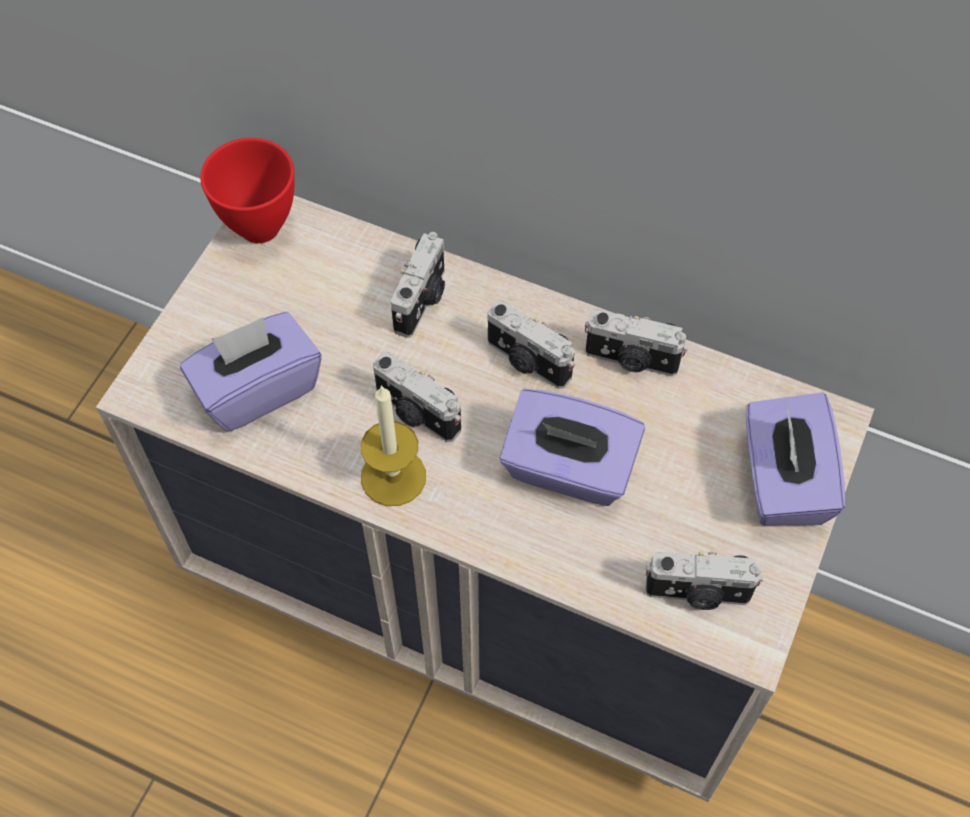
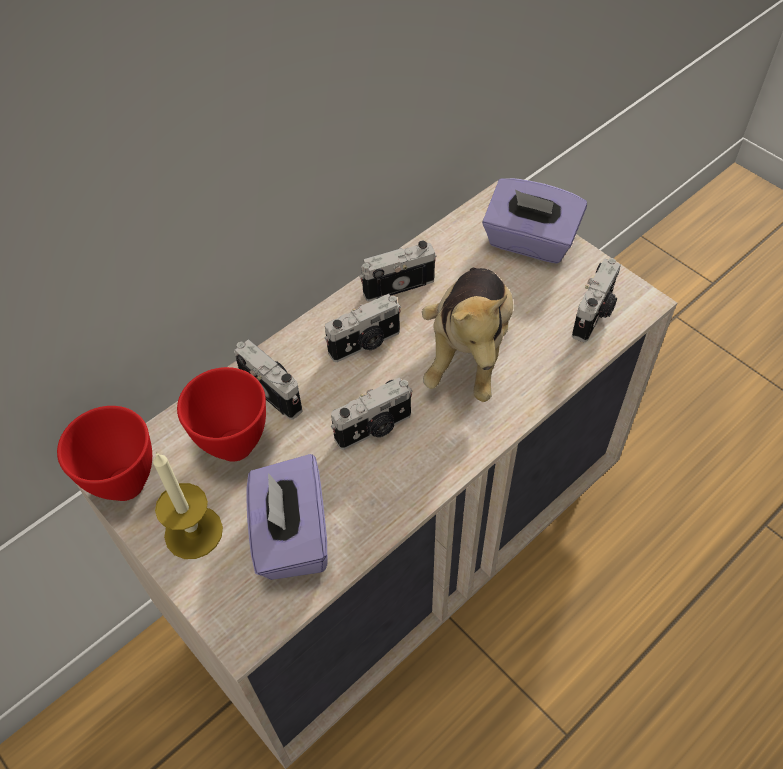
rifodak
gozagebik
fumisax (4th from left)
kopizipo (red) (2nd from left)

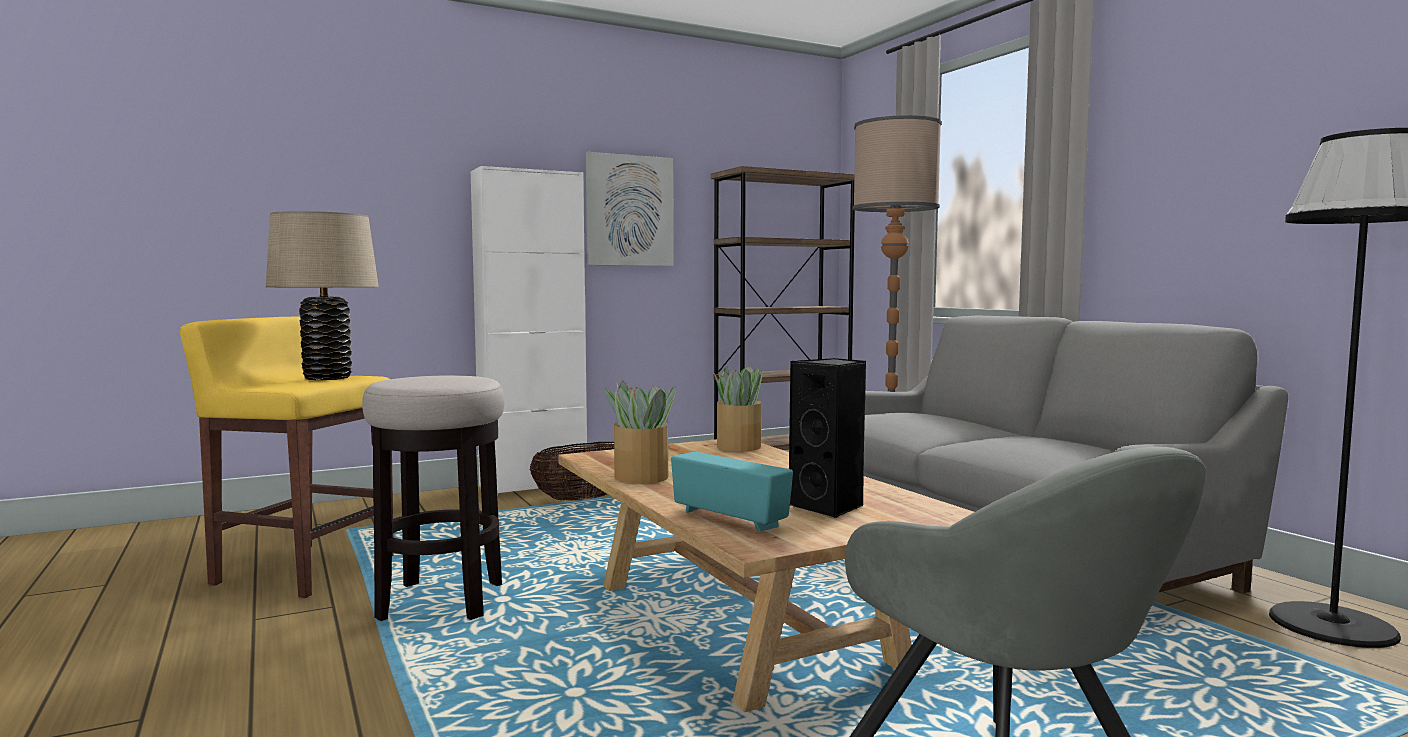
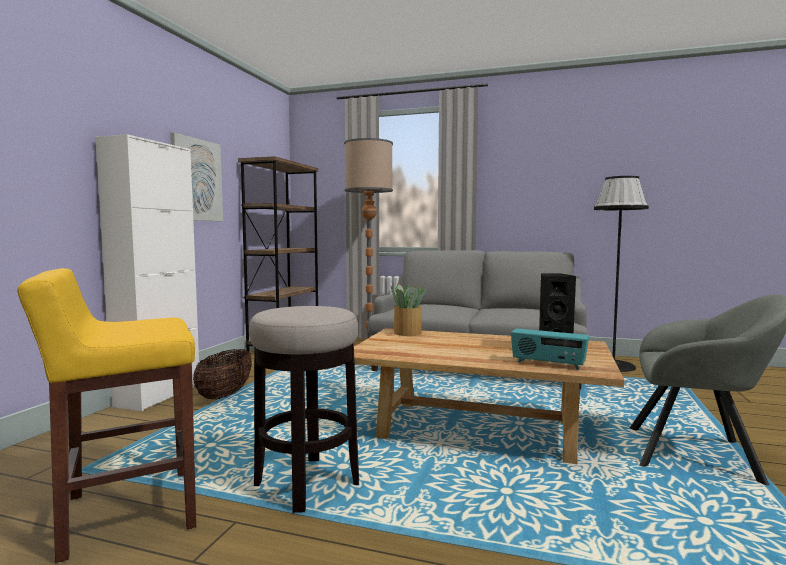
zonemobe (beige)
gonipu (1st from left in the first image)
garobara

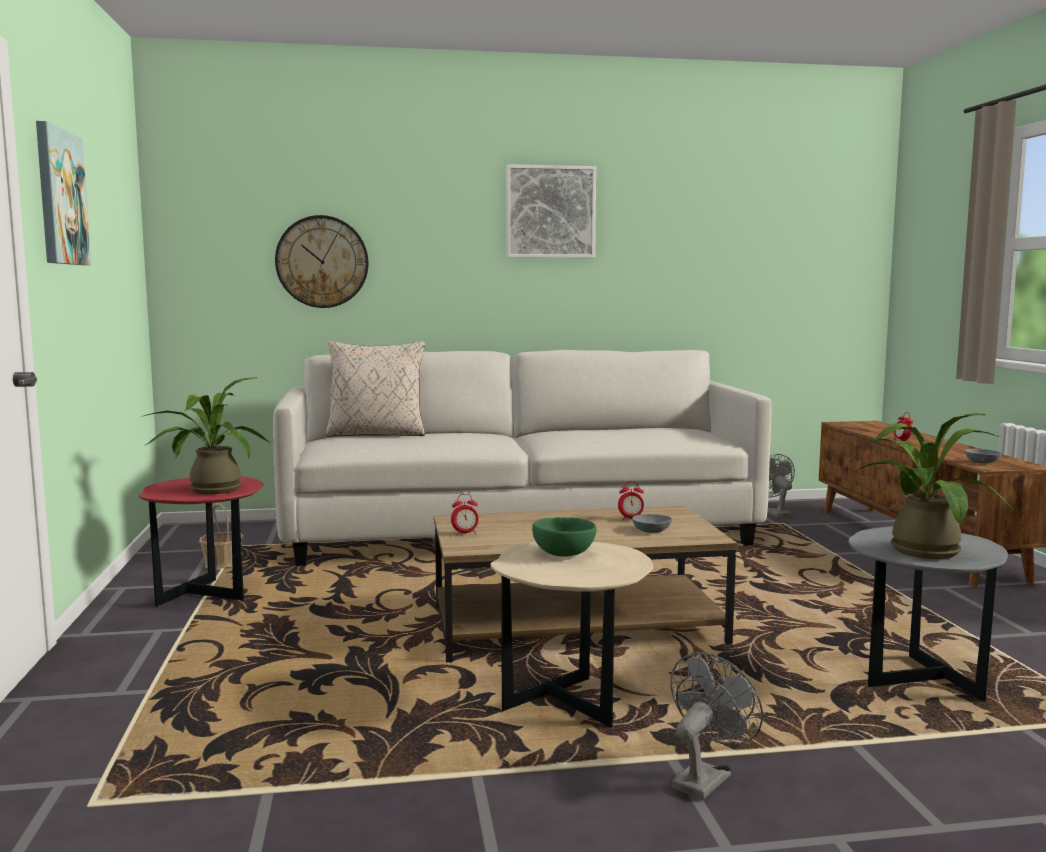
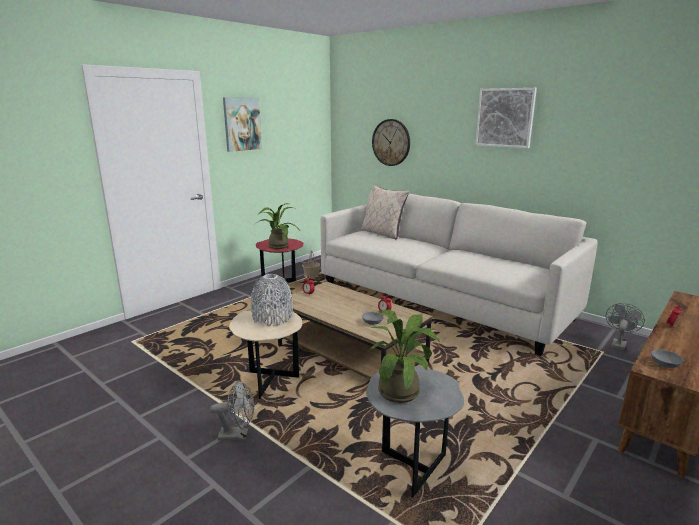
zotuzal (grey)

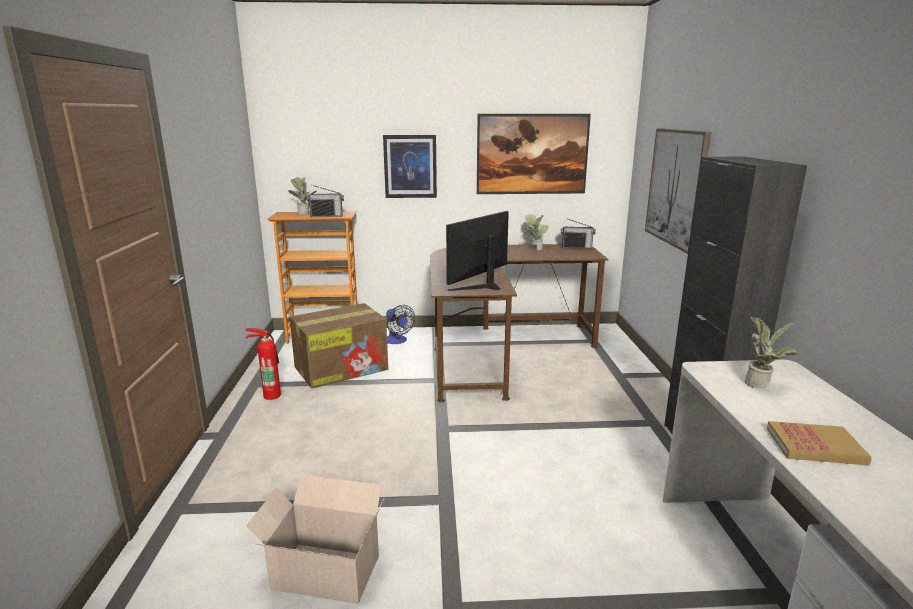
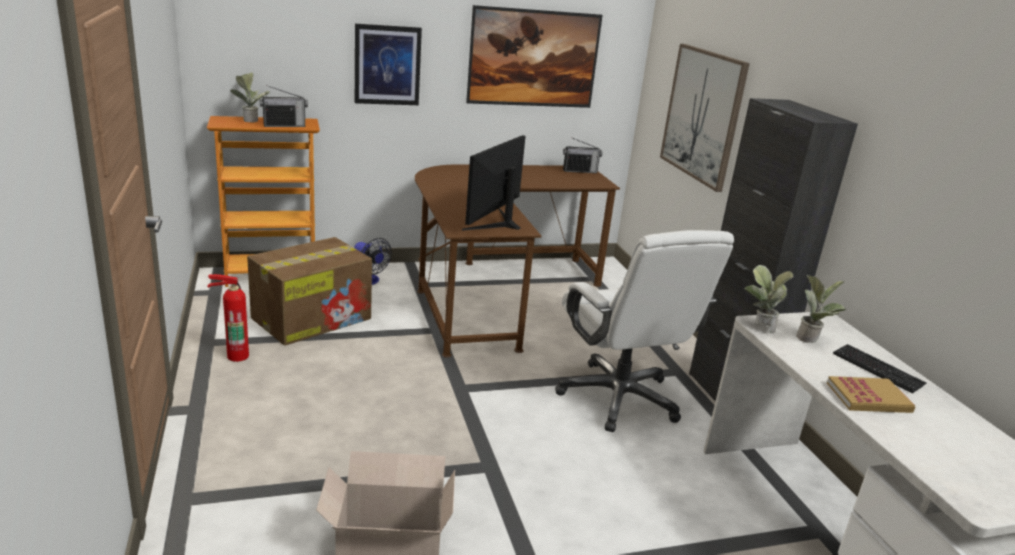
gonipu (2nd from left)
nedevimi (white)
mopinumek

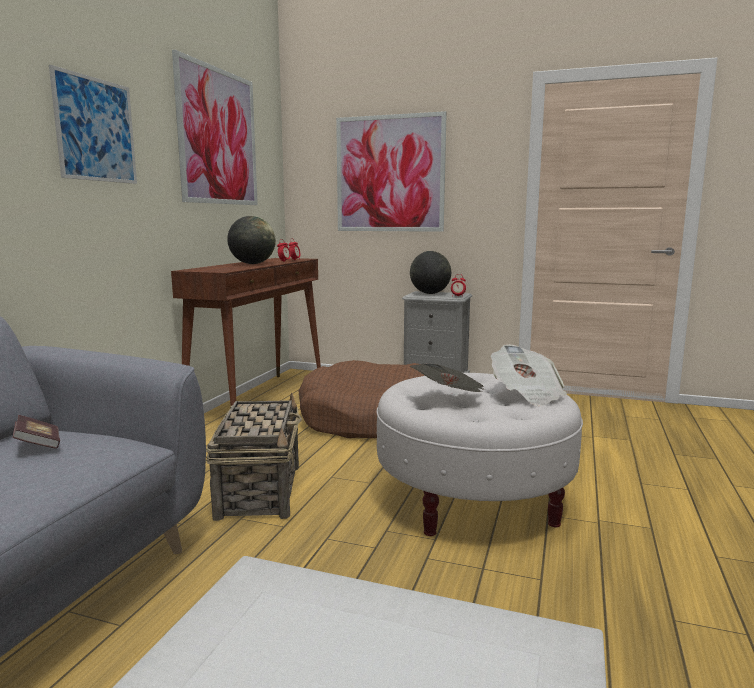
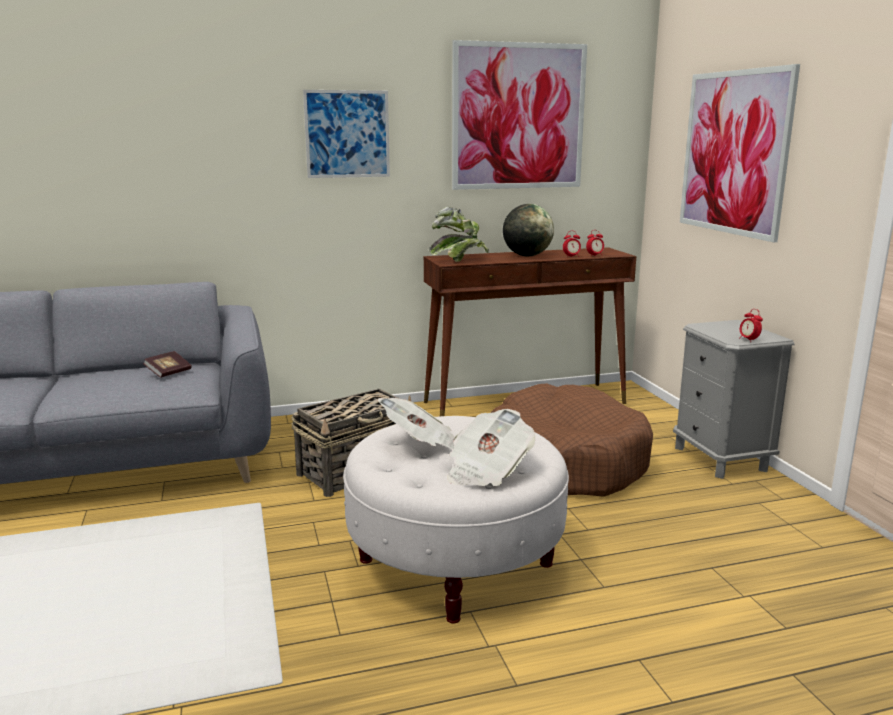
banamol (2nd from left in the first image)
gonipu

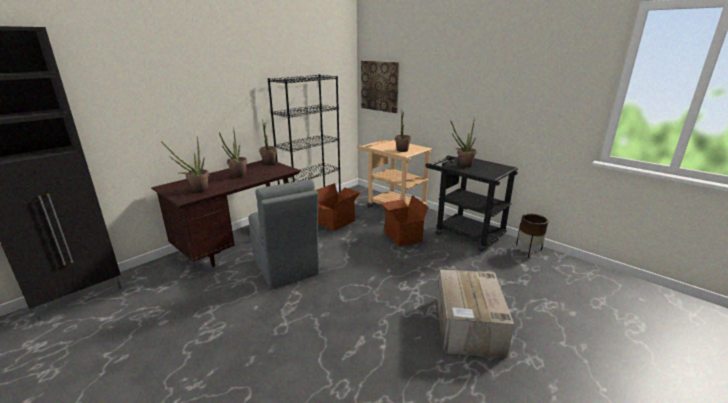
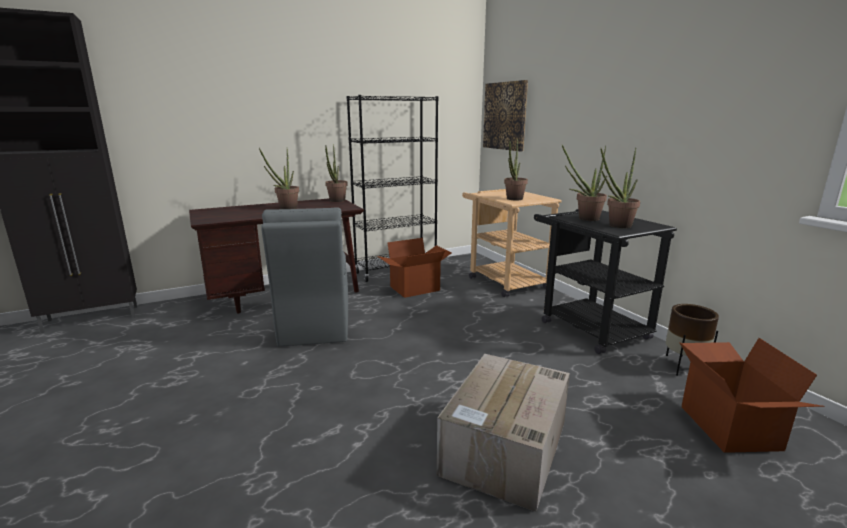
gonipu (5th from left)
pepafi (3rd from left)

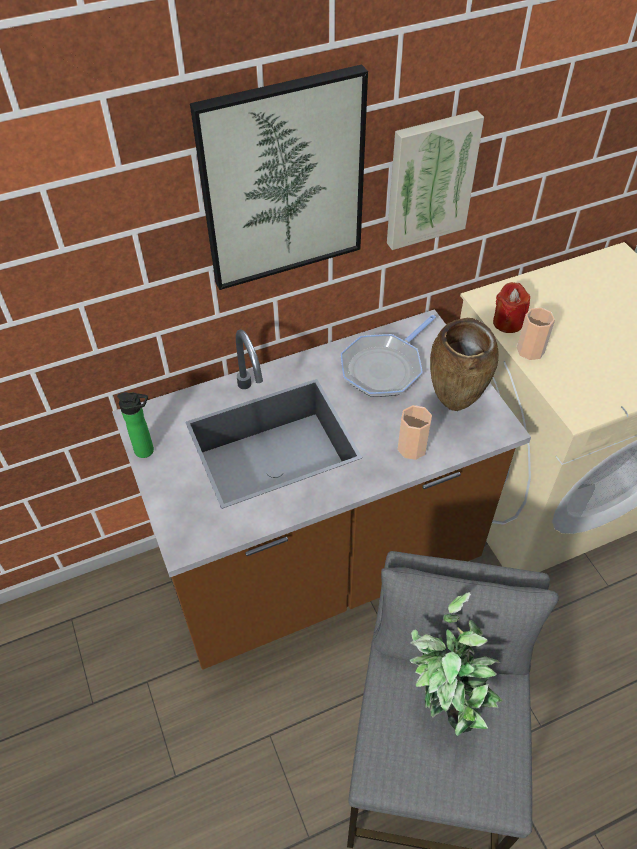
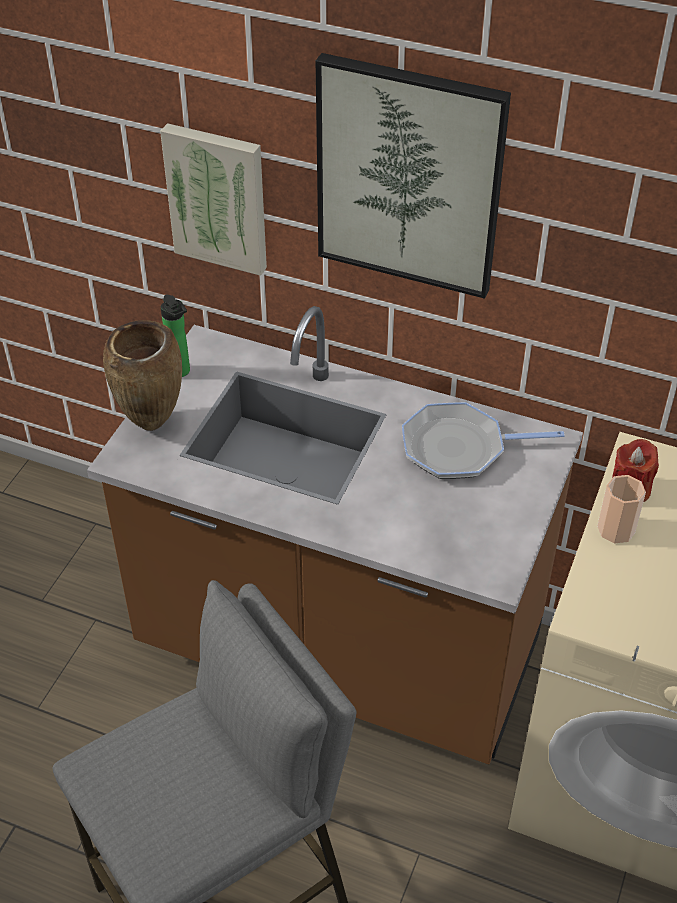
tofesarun (1st from left)
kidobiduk (1st from left in the first image)
gonipu
zotuzal (brown)

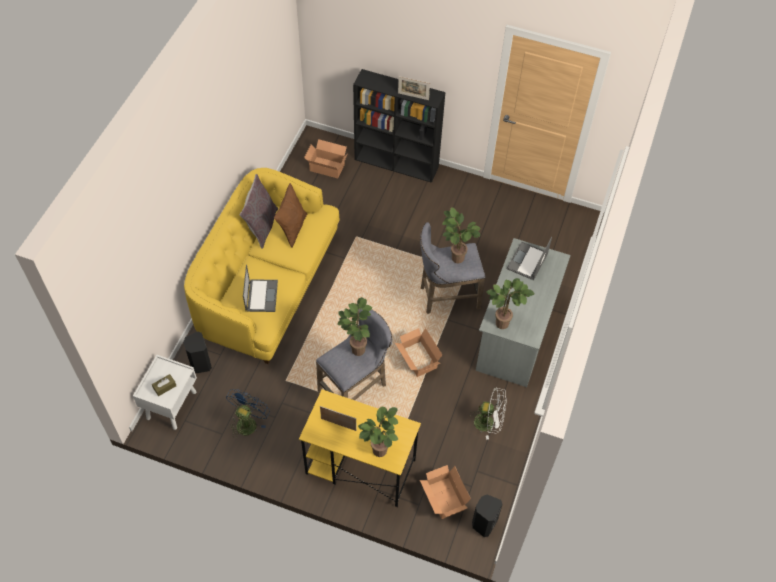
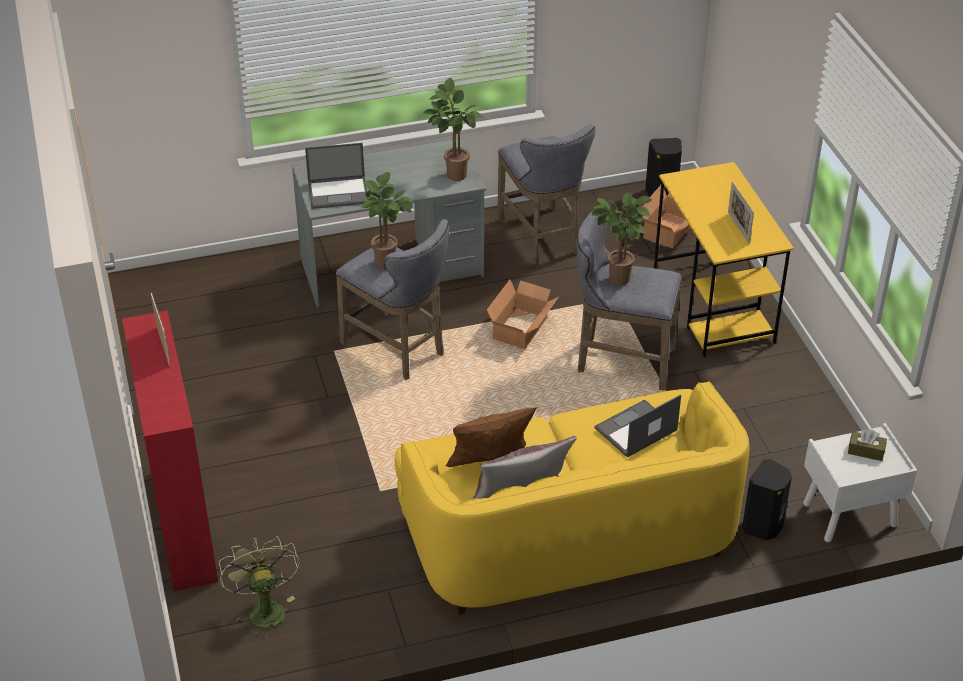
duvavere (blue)
duvavere (green)
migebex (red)
gonipu (2nd from left in the first image)
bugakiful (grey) (2nd from left)

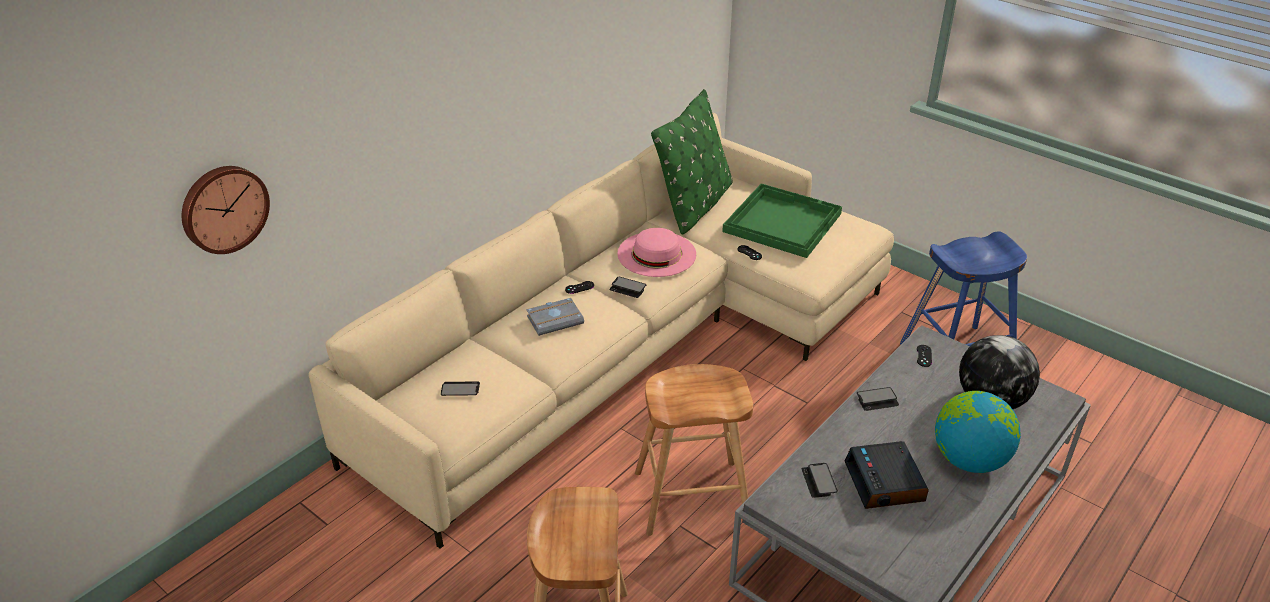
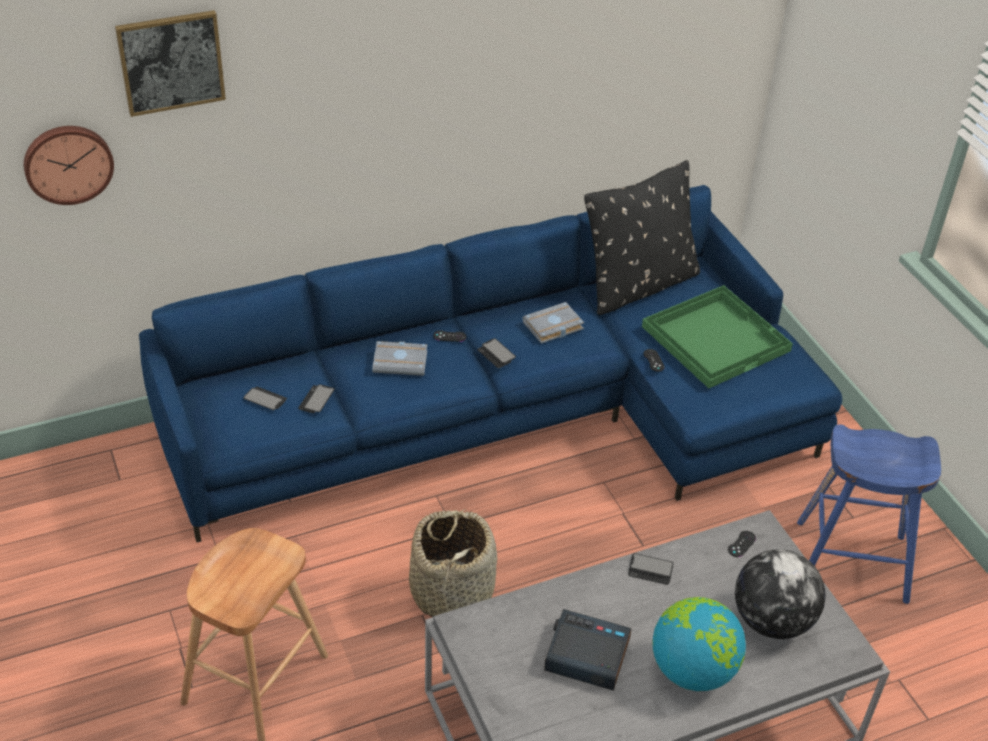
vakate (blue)
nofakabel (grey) (2nd from left)
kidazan
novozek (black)
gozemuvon (2nd from left)
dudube
tofesarun

